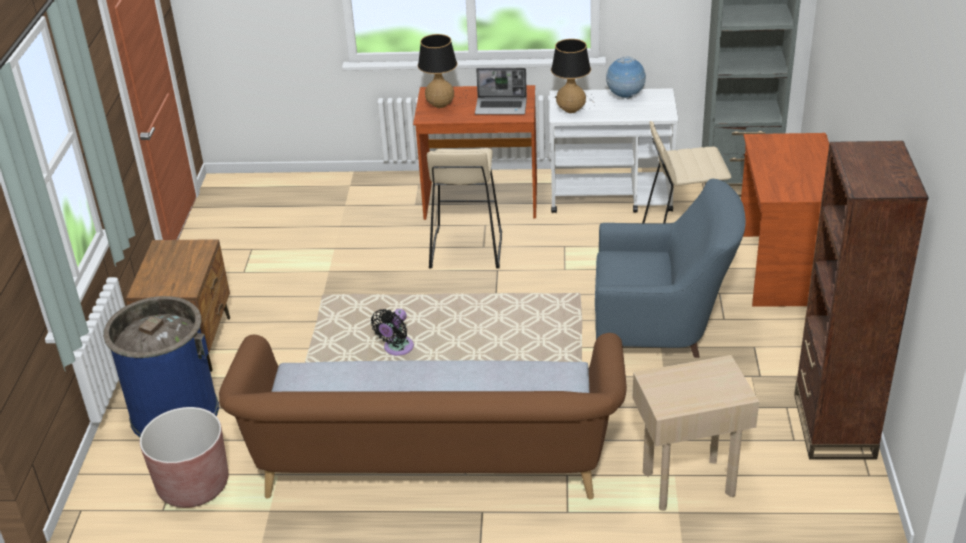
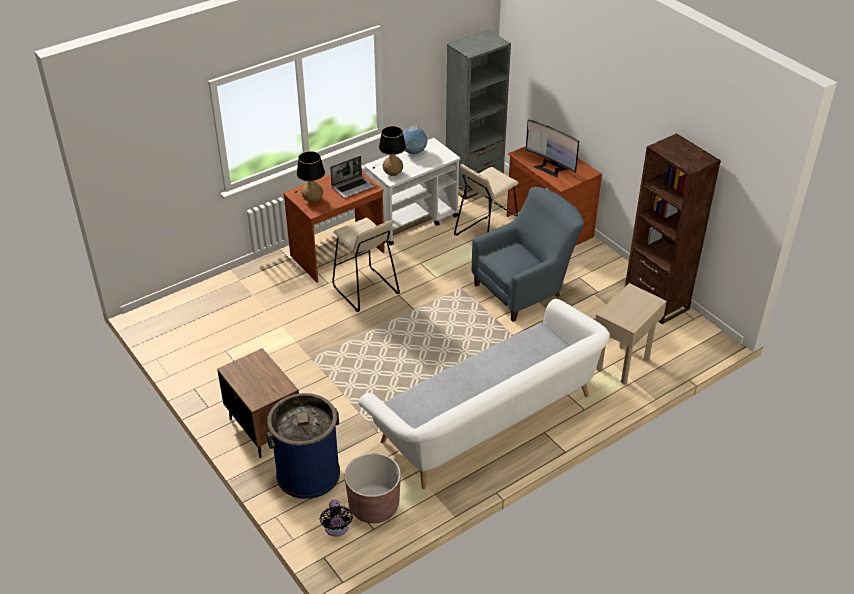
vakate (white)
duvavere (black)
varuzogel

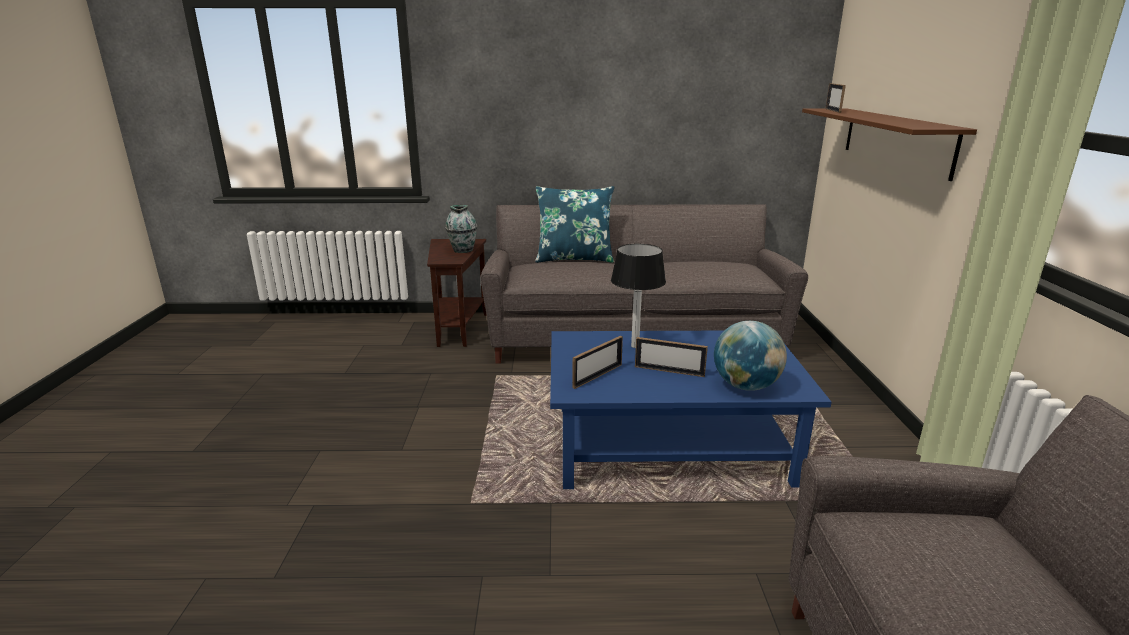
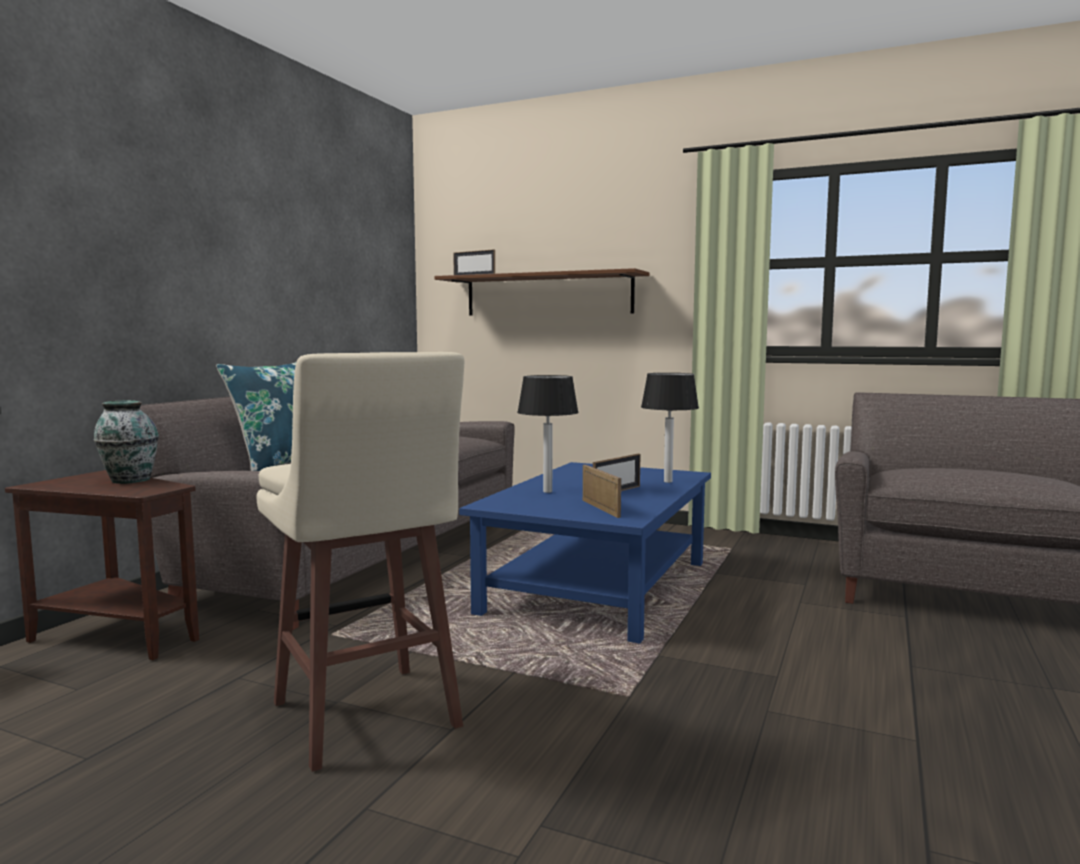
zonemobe (2nd from left)
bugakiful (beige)

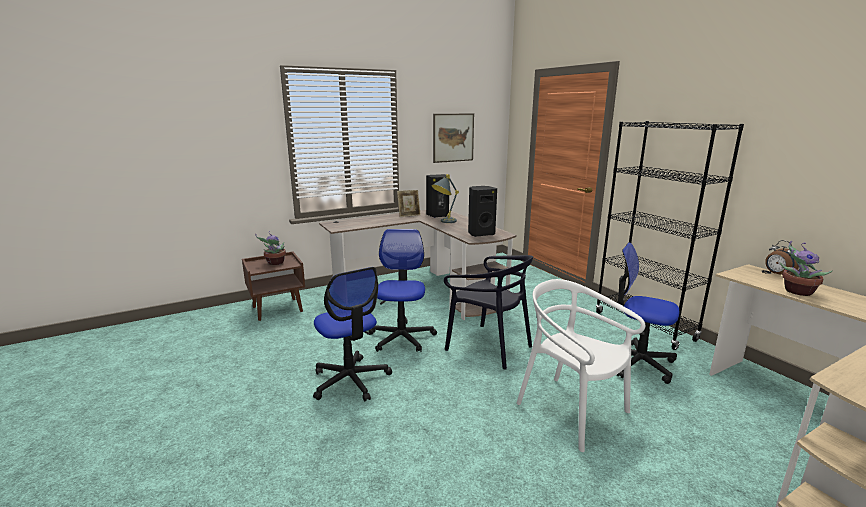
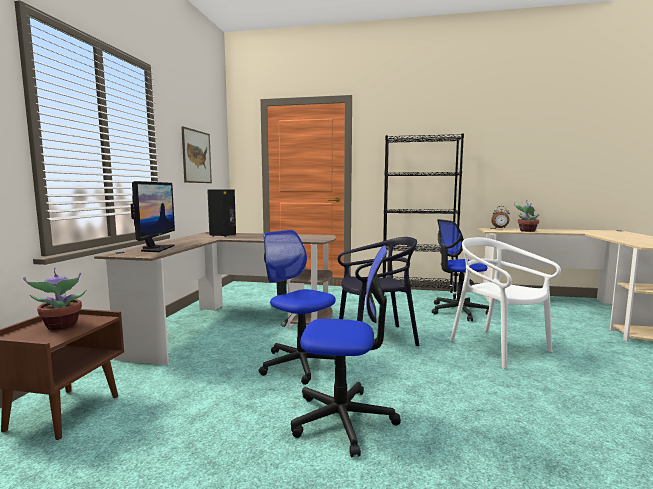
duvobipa
zonemobe (grey)
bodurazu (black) (2nd from left in the first image)
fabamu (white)
varuzogel

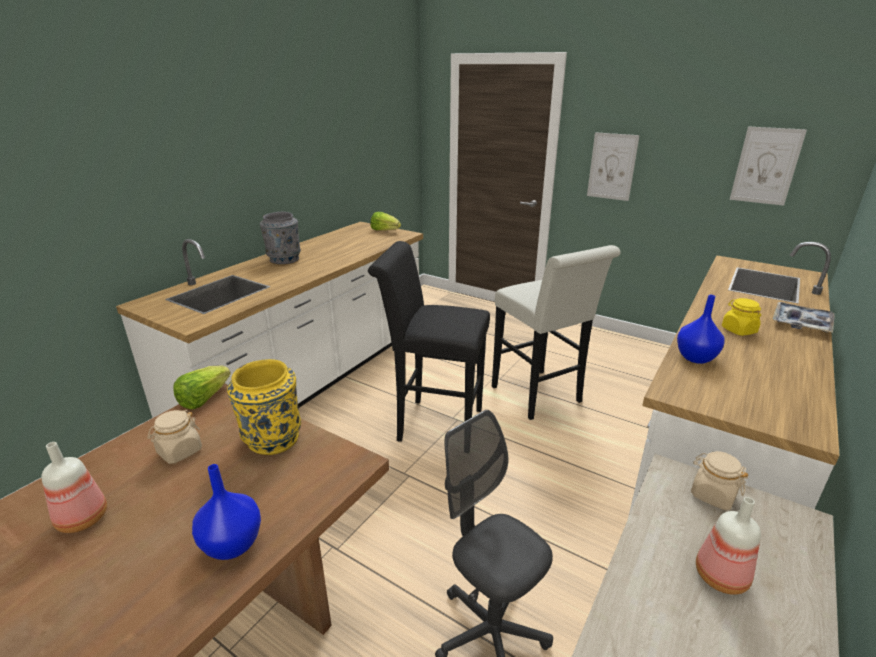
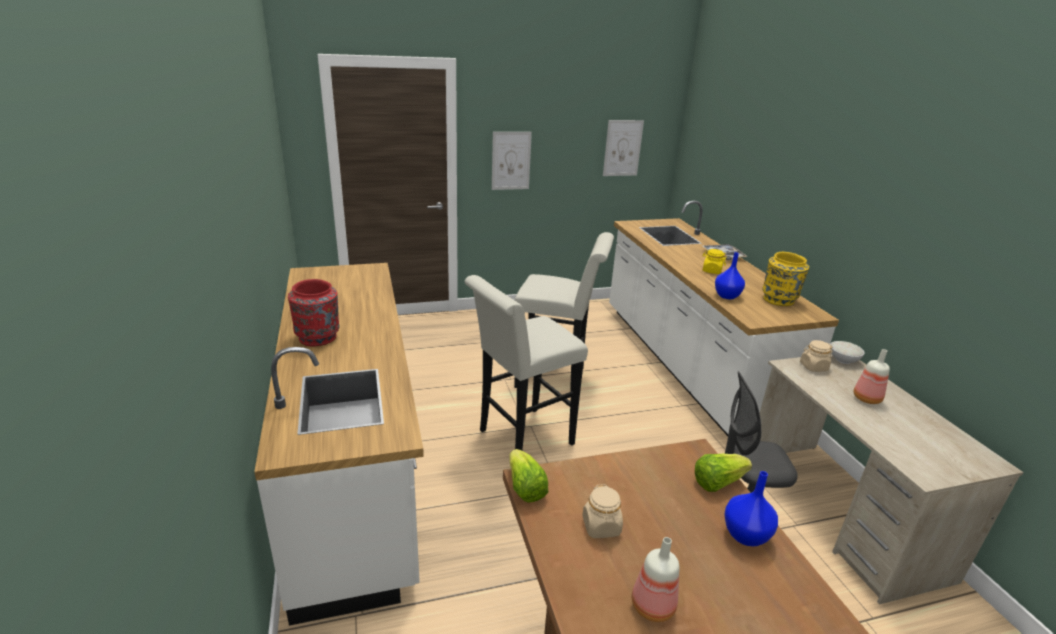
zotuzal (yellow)
zotuzal (red)
bugakiful (white) (1st from left)
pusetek (2nd from left)
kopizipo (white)

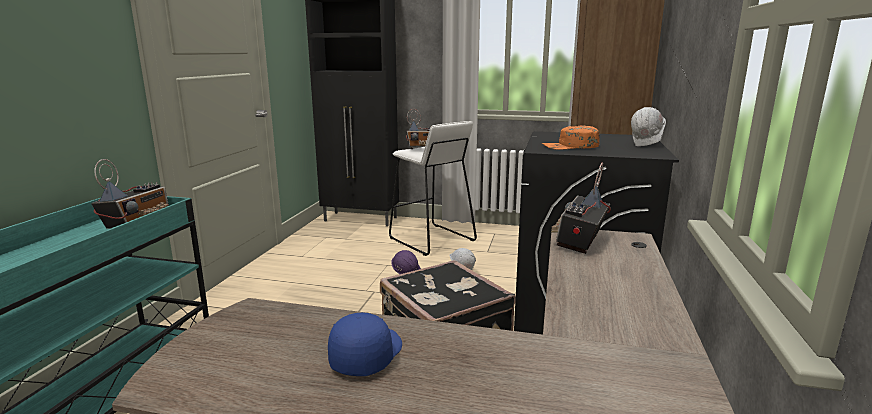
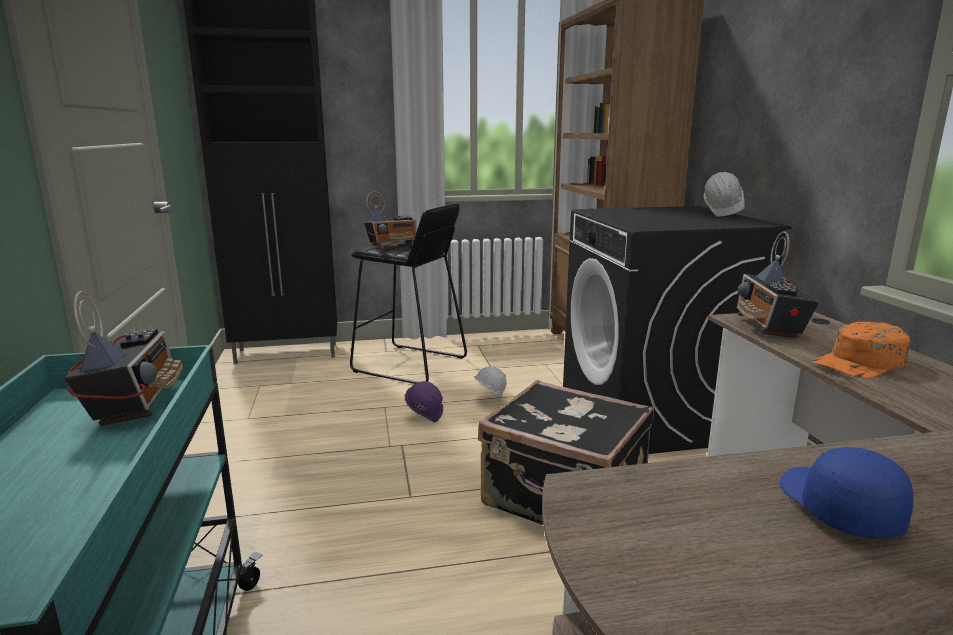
bugakiful (black)
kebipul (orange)

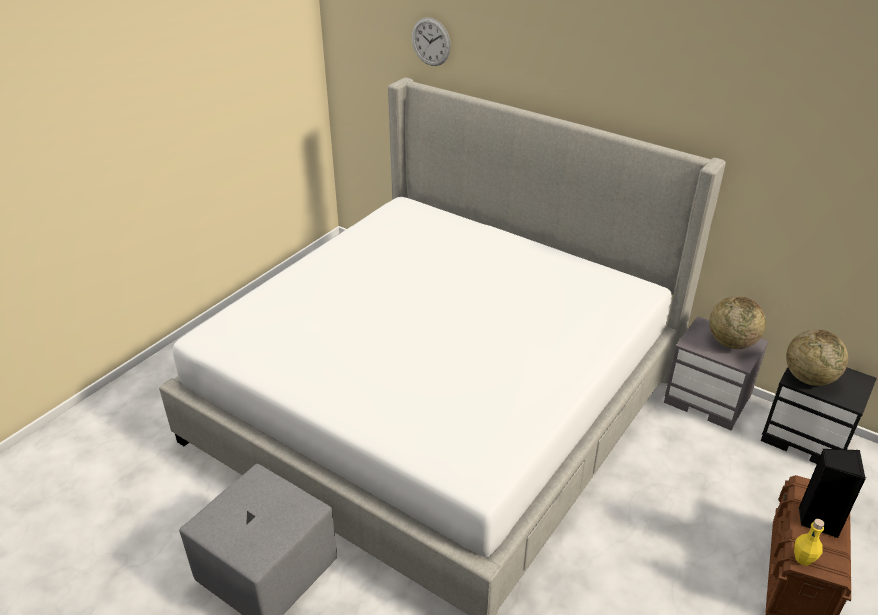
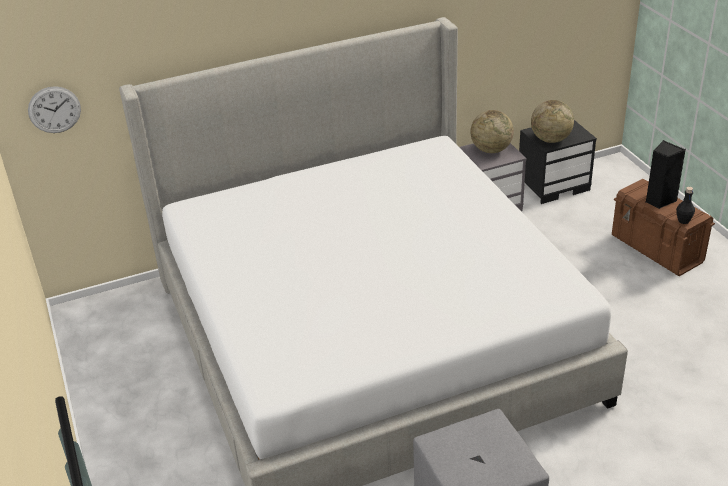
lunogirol
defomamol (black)

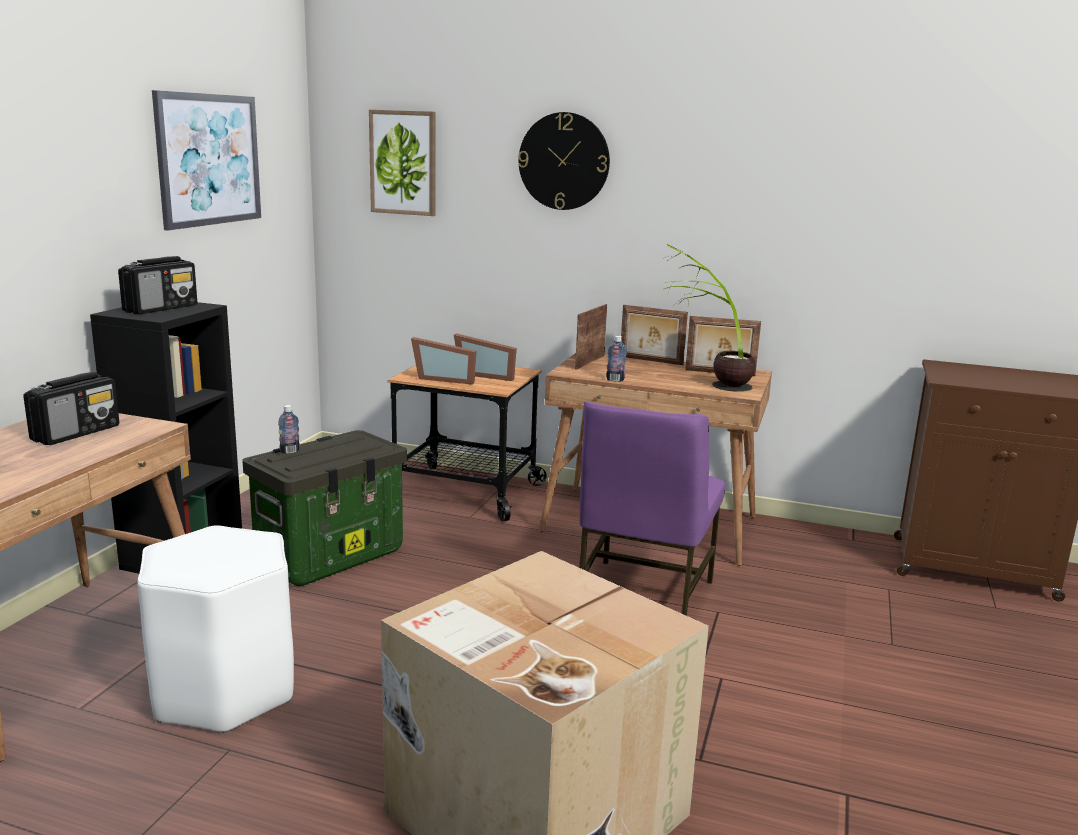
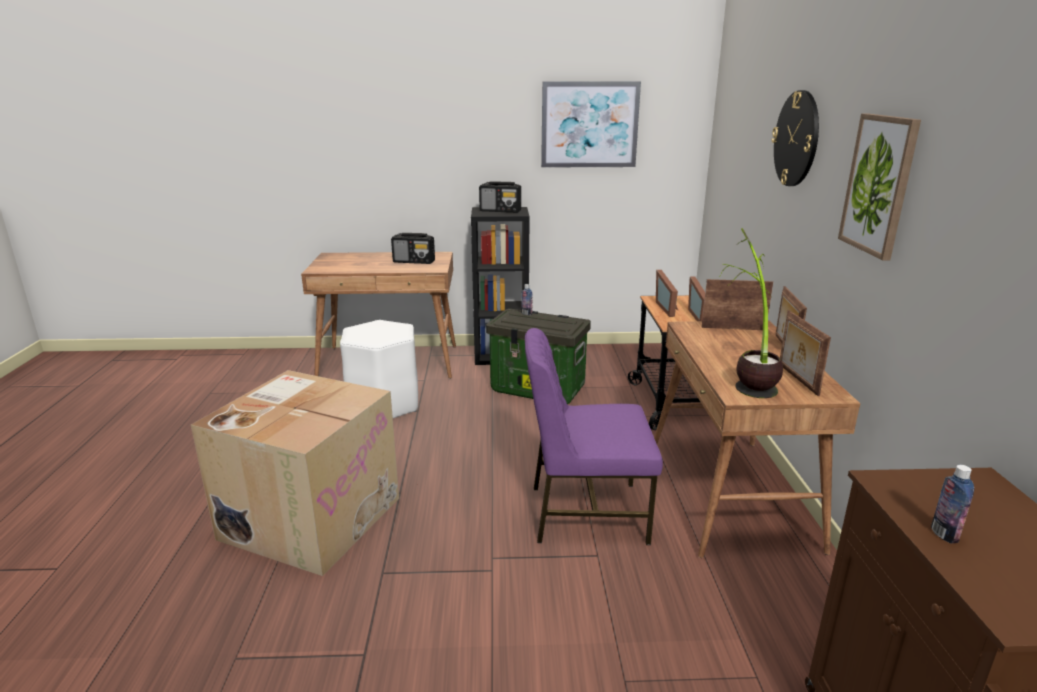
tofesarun (2nd from left)
defomamol (2nd from left)

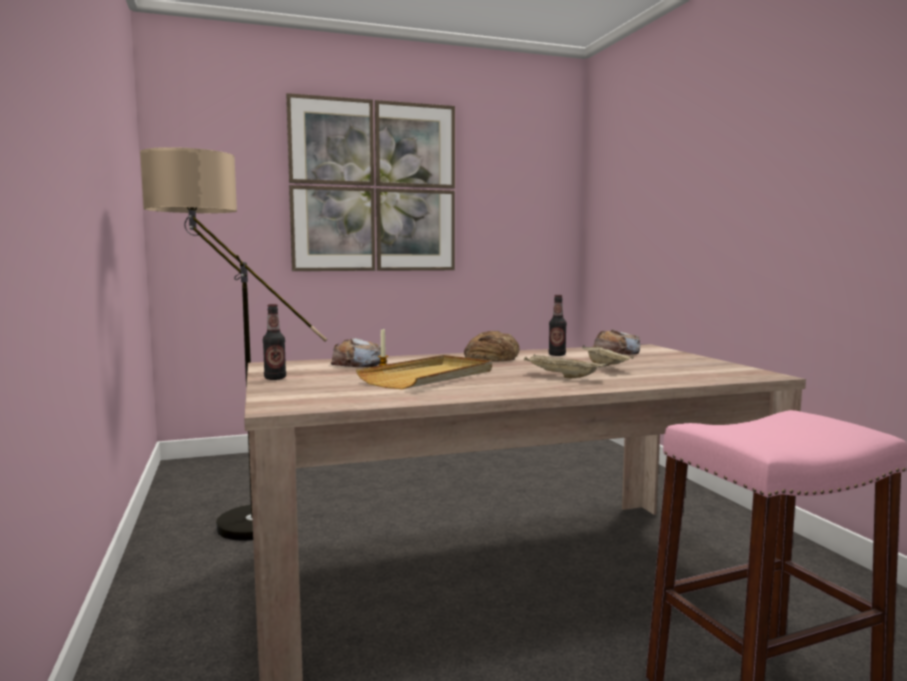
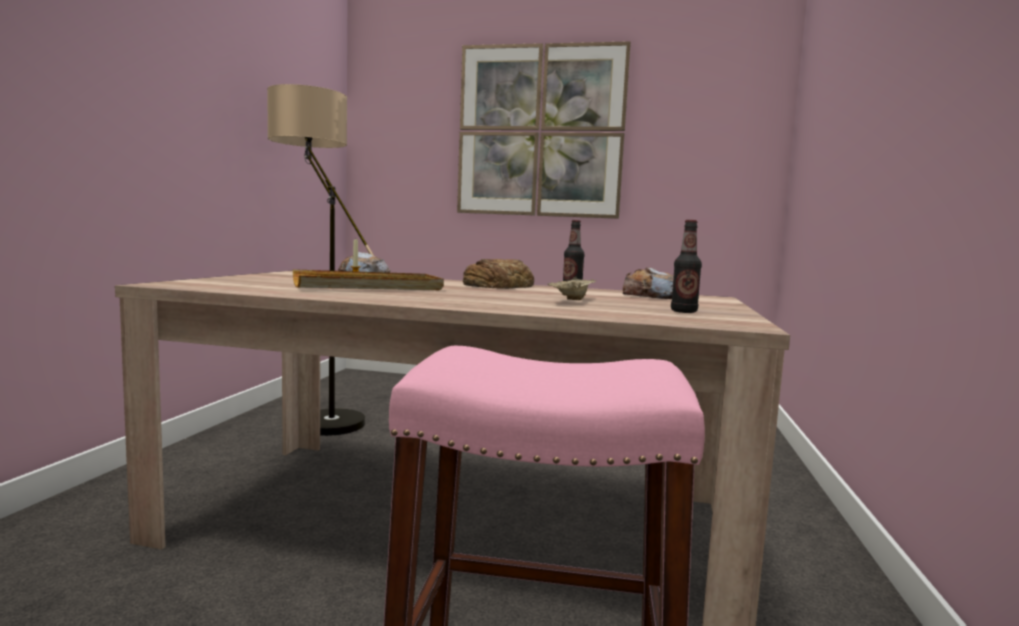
defomamol (2nd from left)
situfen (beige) (2nd from left in the first image)

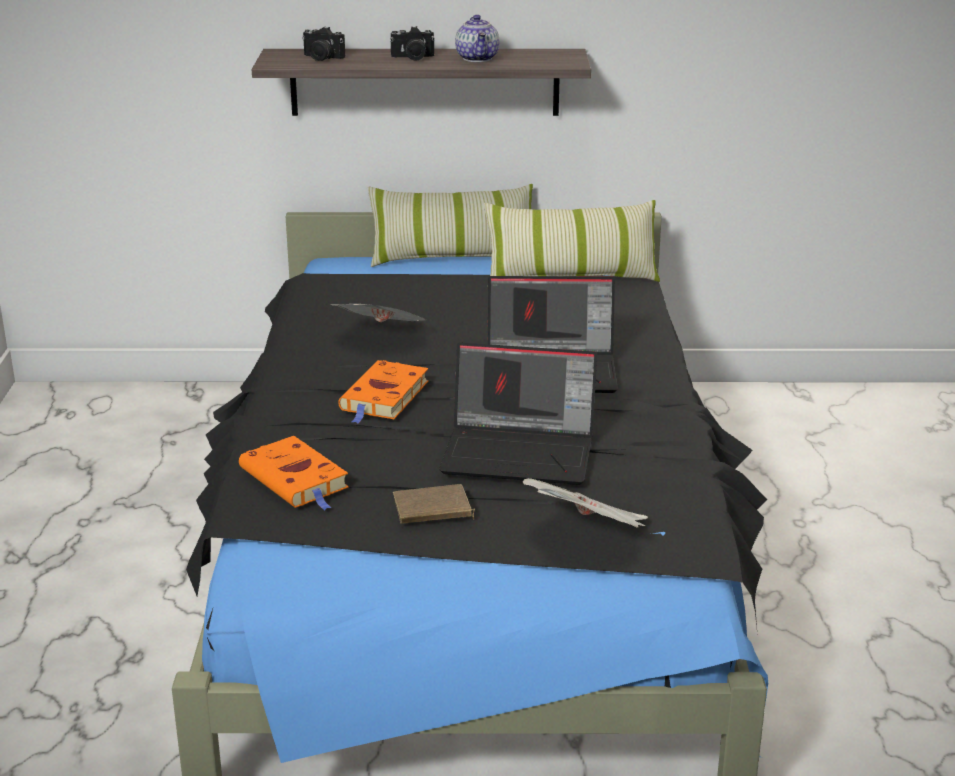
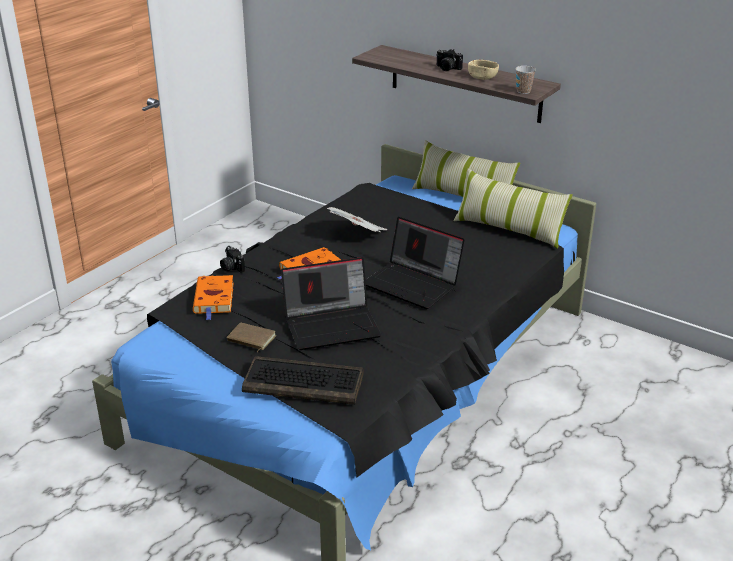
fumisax (1st from left)
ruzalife (1st from left)
kopizipo (beige)
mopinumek
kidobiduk

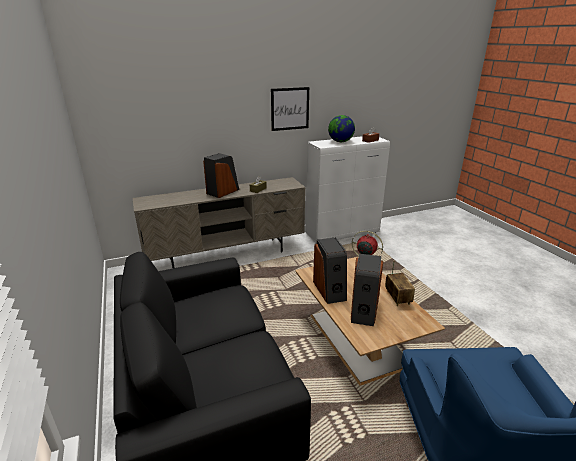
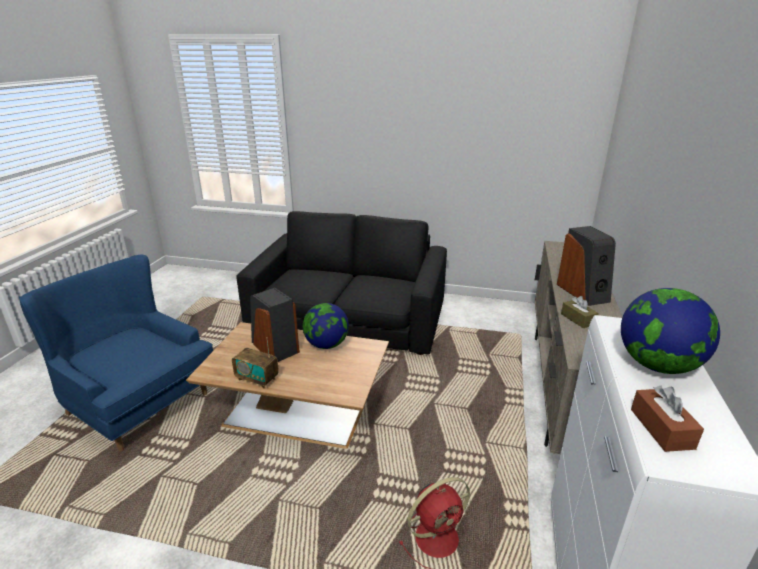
tofesarun
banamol (1st from left)

